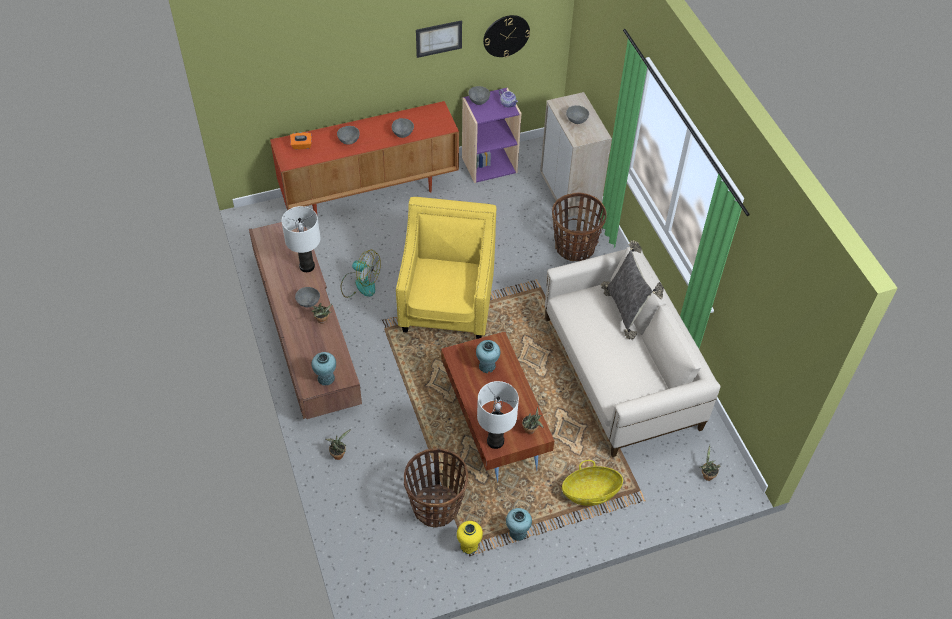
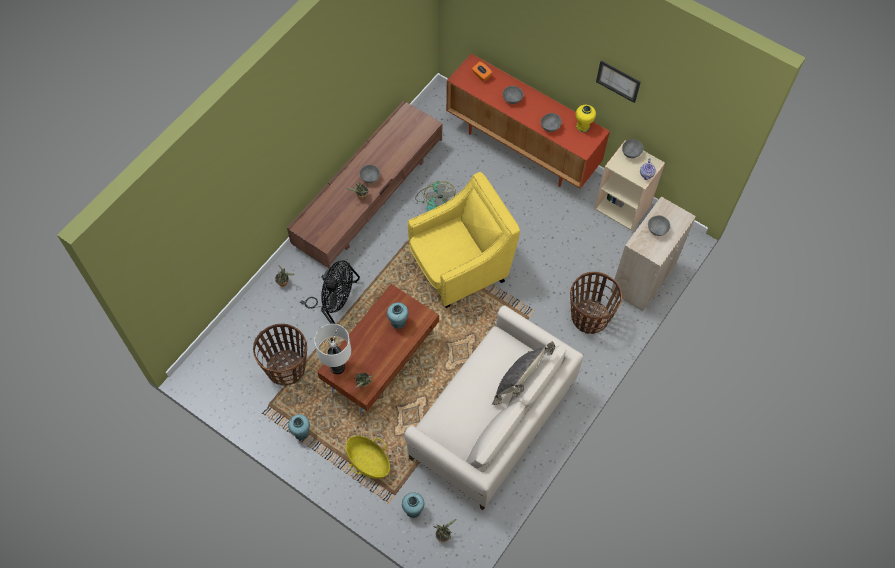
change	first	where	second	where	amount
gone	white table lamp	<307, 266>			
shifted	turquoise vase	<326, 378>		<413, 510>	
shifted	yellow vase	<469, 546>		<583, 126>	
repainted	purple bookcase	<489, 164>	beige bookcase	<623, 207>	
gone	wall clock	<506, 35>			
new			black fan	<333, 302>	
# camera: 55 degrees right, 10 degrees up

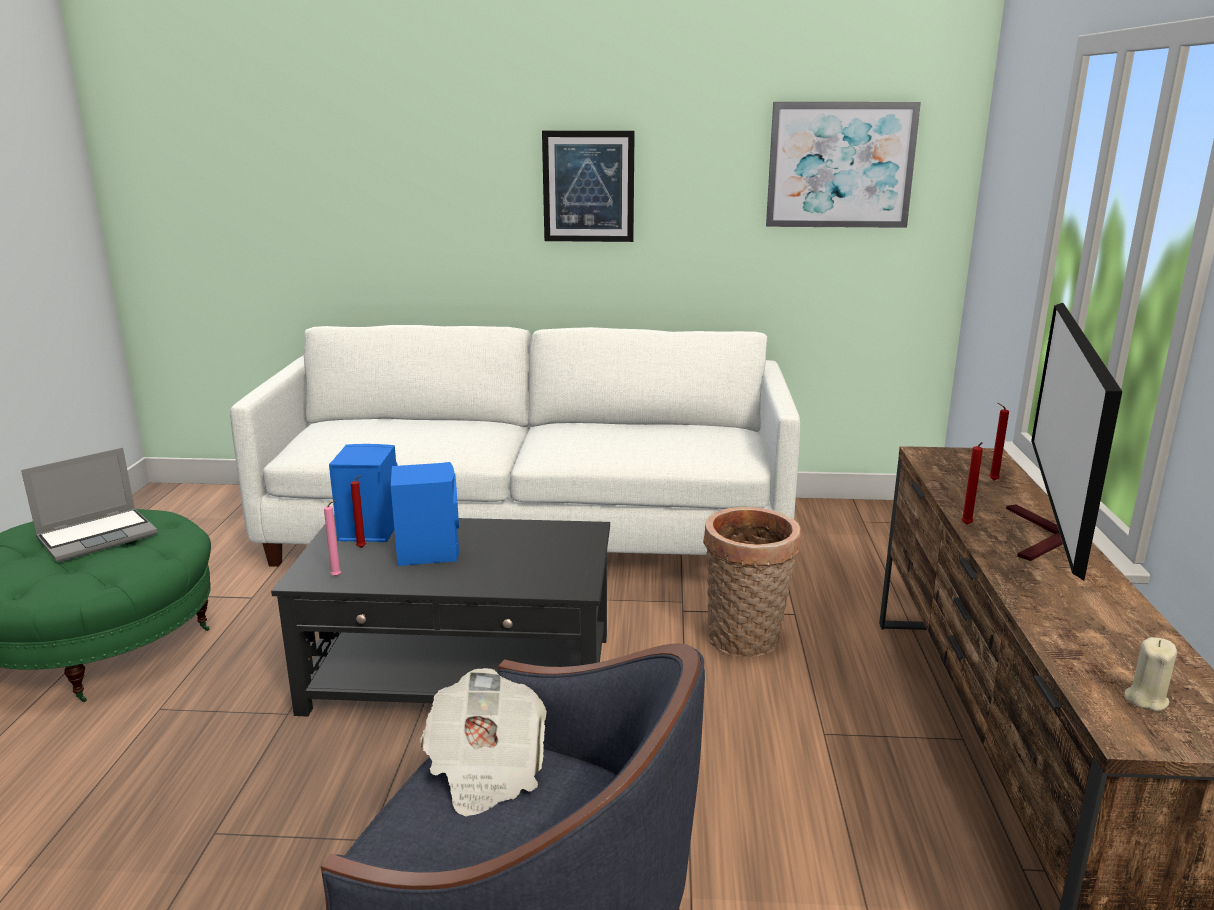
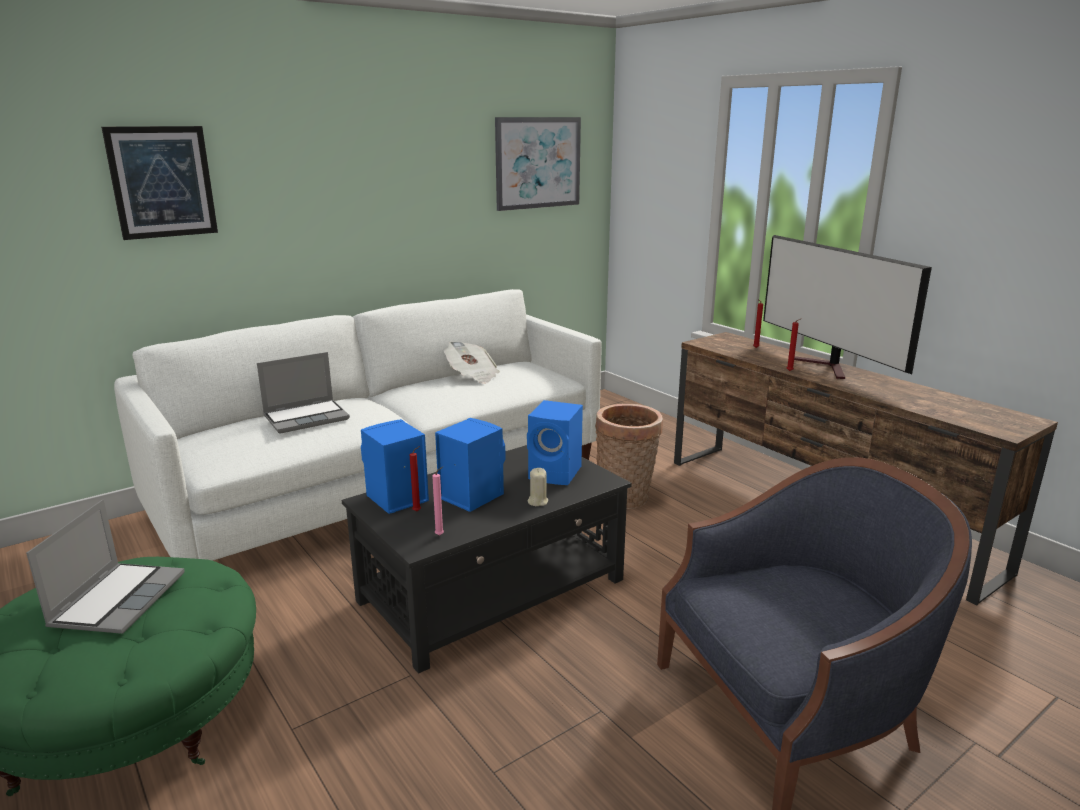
change	first	where	second	where	amount
shifted	newspaper	<485, 770>		<472, 376>	
shifted	picture	<588, 186>		<162, 182>	
shifted	beige candle	<1145, 699>		<537, 501>	
new			laptop	<307, 417>	
new			blue speaker	<557, 473>	
# camera: 40 degrees left, 0 degrees up

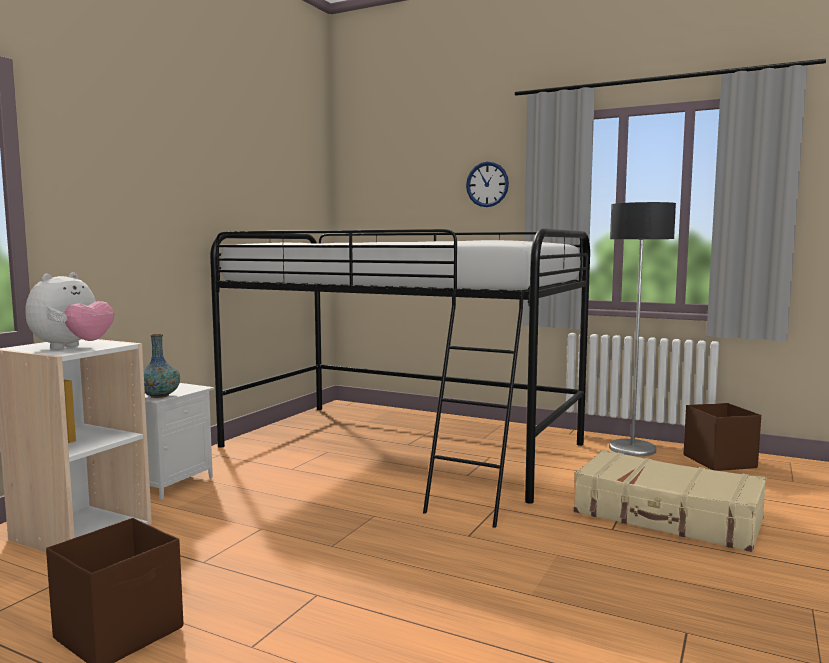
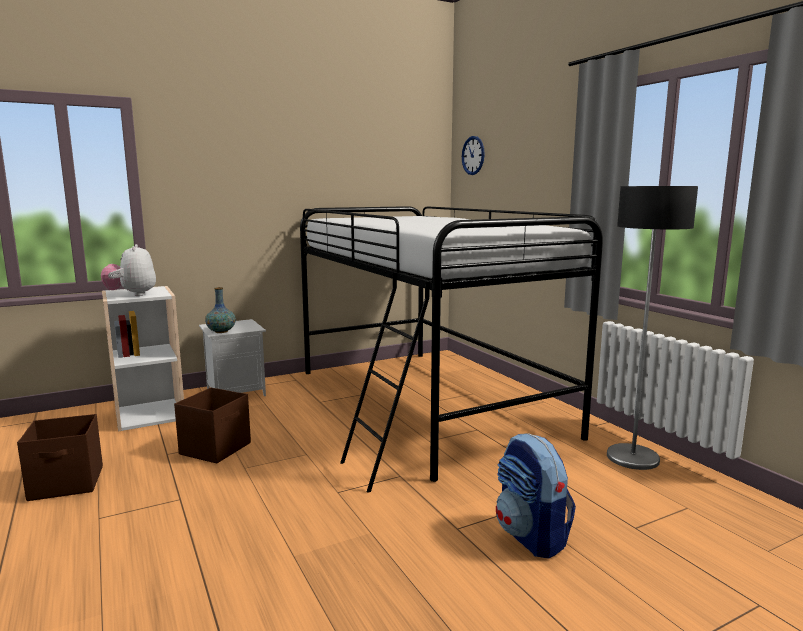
change	first	where	second	where	amount
rotated	plush toy	<72, 348>		<132, 295>	105 degrees clockwise
shifted	wall clock	<487, 184>		<473, 155>	
swapped	beige suitcase	<667, 517>	backpack	<531, 536>	
shifted	brown storage box	<719, 461>		<216, 448>	
# camera: 35 degrees right, 5 degrees up

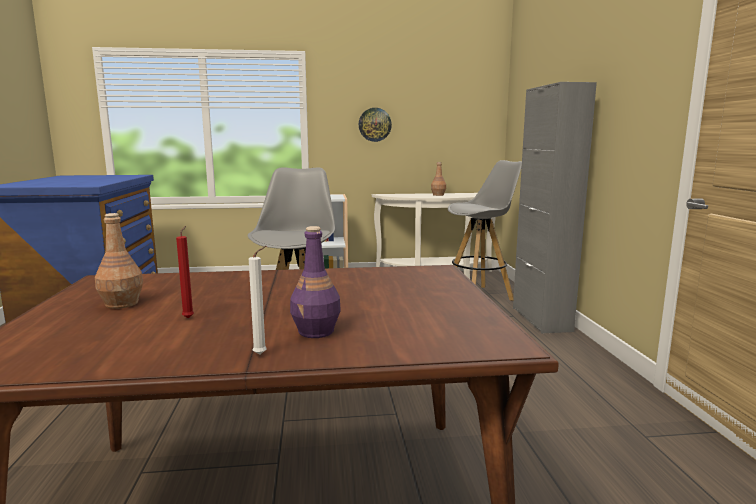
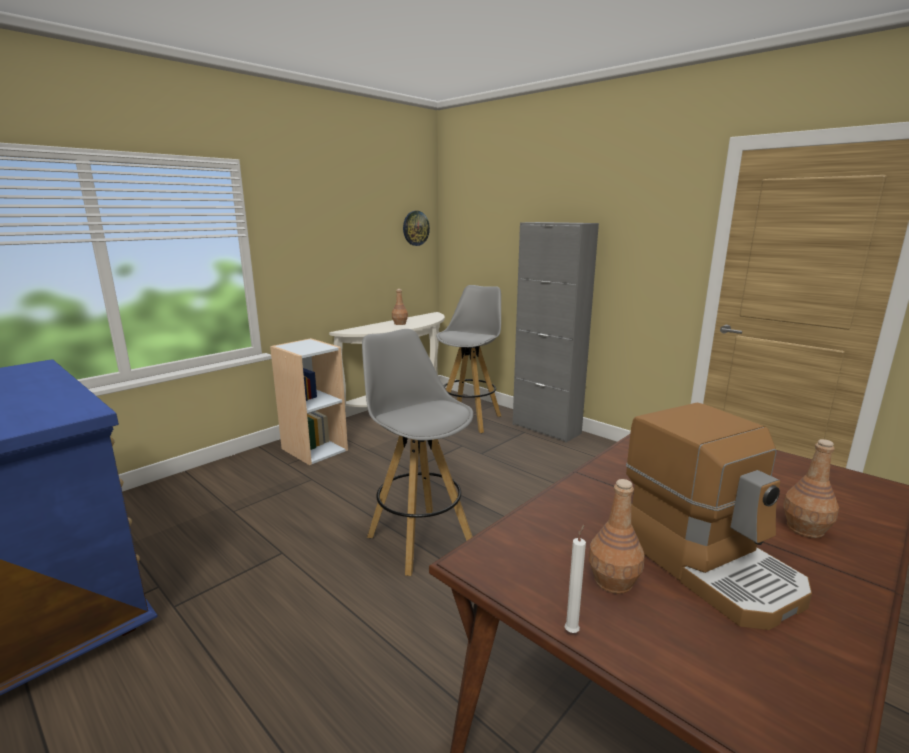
change	first	where	second	where	amount
swapped	red candle	<189, 317>	coffee machine	<708, 563>	
shifted	white candle	<262, 354>		<572, 630>	
repainted	purple bottle	<316, 332>	brown bottle	<805, 529>	
shifted	wall clock	<374, 124>		<415, 228>	
# camera: 40 degrees left, 5 degrees up

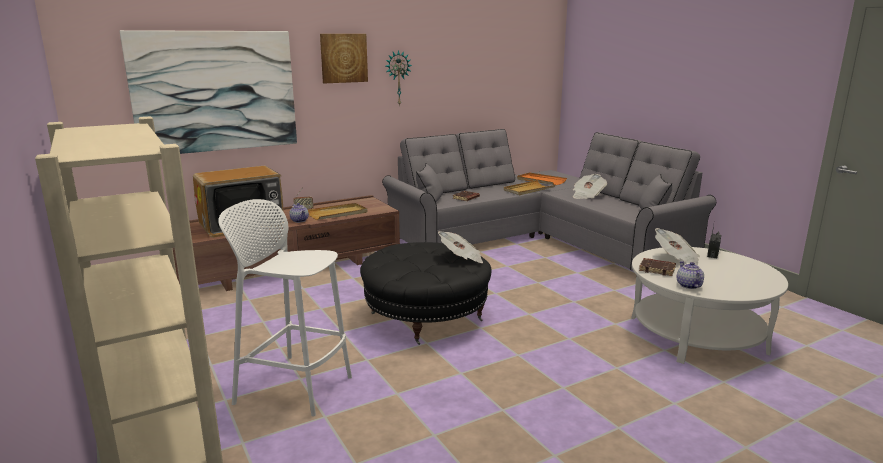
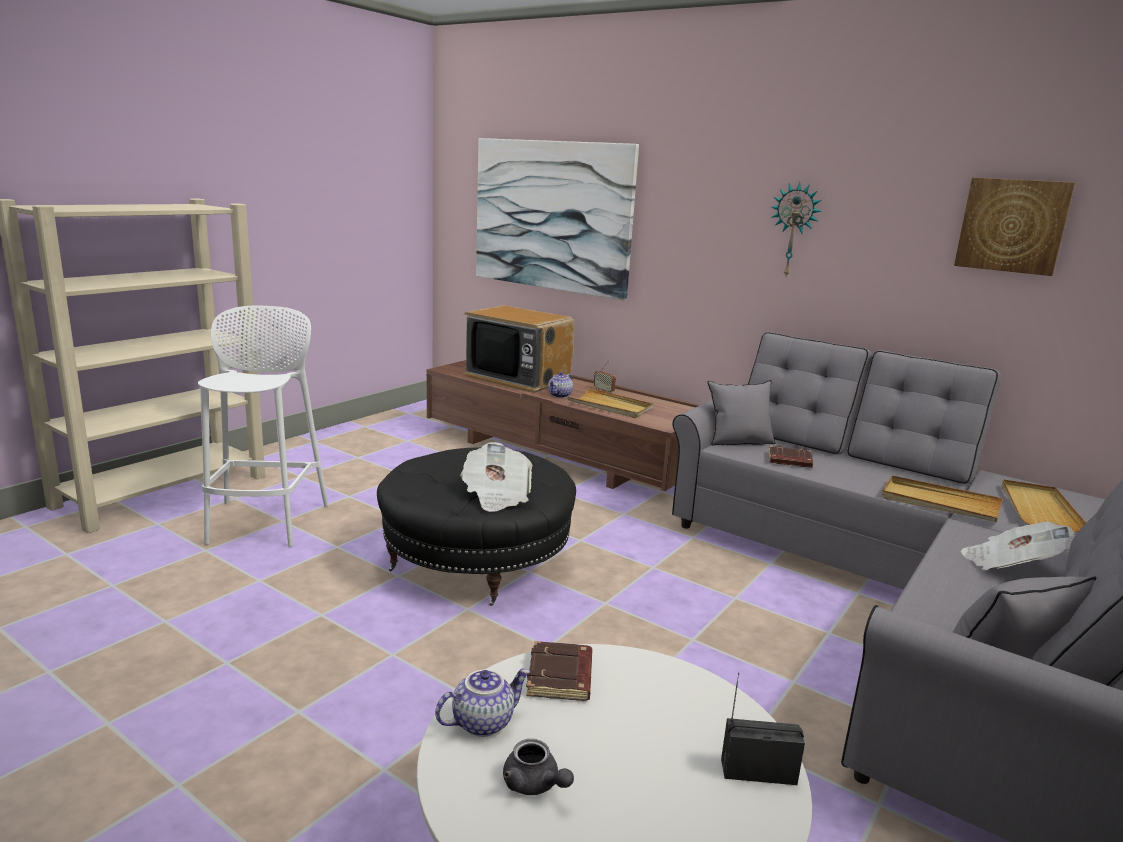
change	first	where	second	where	amount
shifted	picture	<343, 58>		<1012, 225>	
repainted	orange tray	<540, 180>	beige tray	<1038, 509>	
gone	newspaper	<676, 259>			
new			grey teapot	<535, 785>	
# camera: 65 degrees right, 0 degrees up

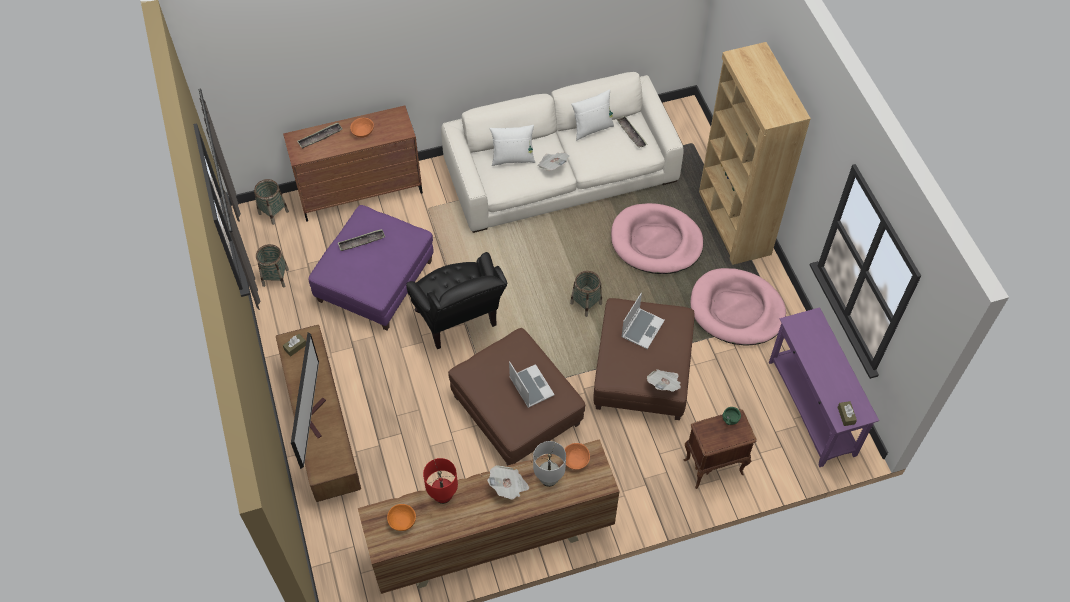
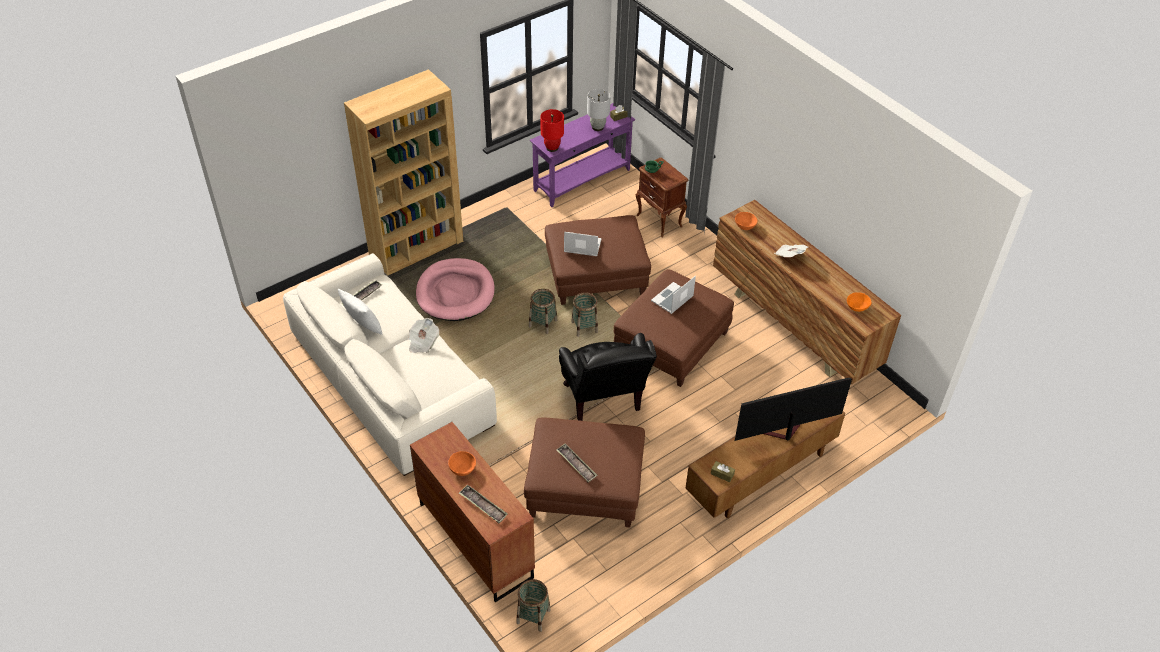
change	first	where	second	where	amount
shifted	basket	<275, 277>		<584, 327>	
repainted	purple ottoman	<375, 281>	brown ottoman	<584, 487>	
rotated	black armchair	<460, 325>		<605, 404>	120 degrees clockwise
shifted	red table lamp	<443, 496>		<552, 148>	
gone	white pillow	<513, 159>			
shifted	white table lamp	<549, 479>		<598, 127>	
gone	newspaper	<664, 384>			
gone	pink dog bed	<736, 310>			
# camera: 110 degrees left, 10 degrees down

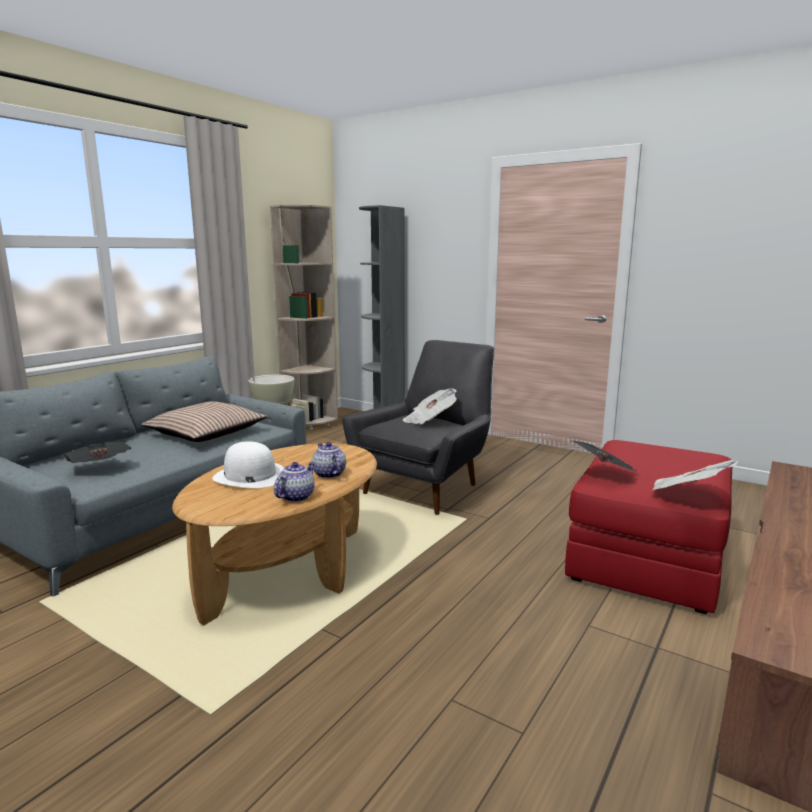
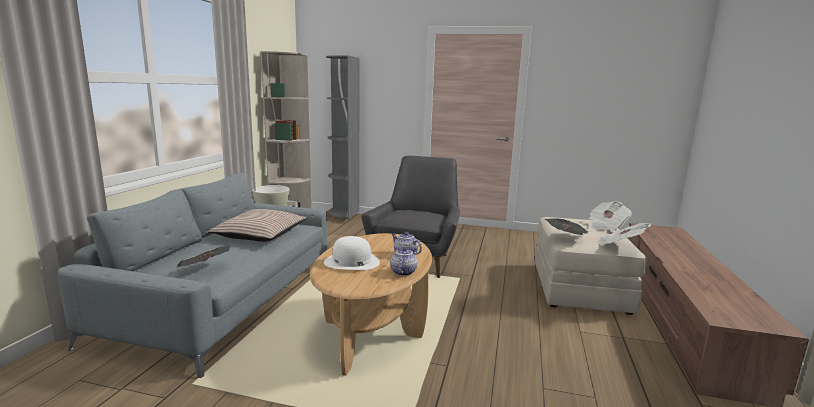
change	first	where	second	where	amount
shifted	newspaper	<429, 420>		<606, 227>	
repainted	red ottoman	<647, 556>	beige ottoman	<579, 287>	
# camera: 20 degrees left, 0 degrees up

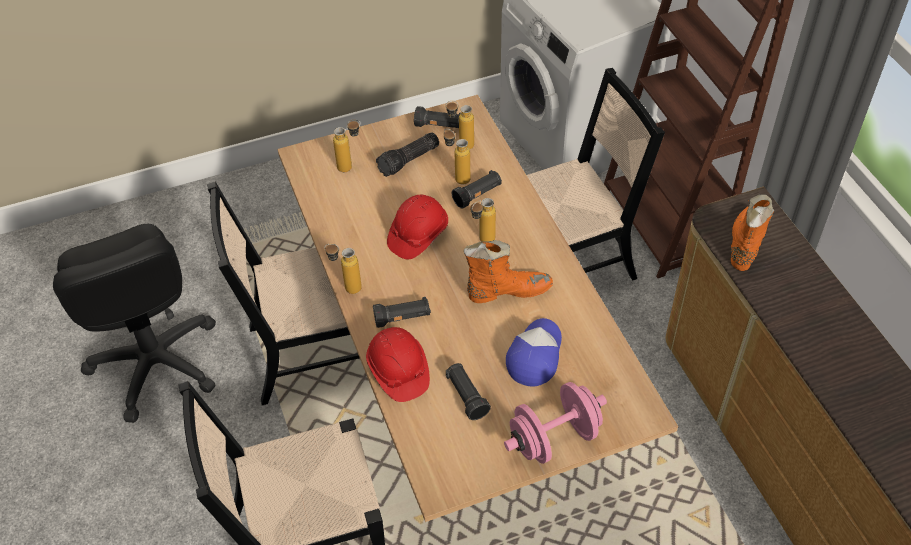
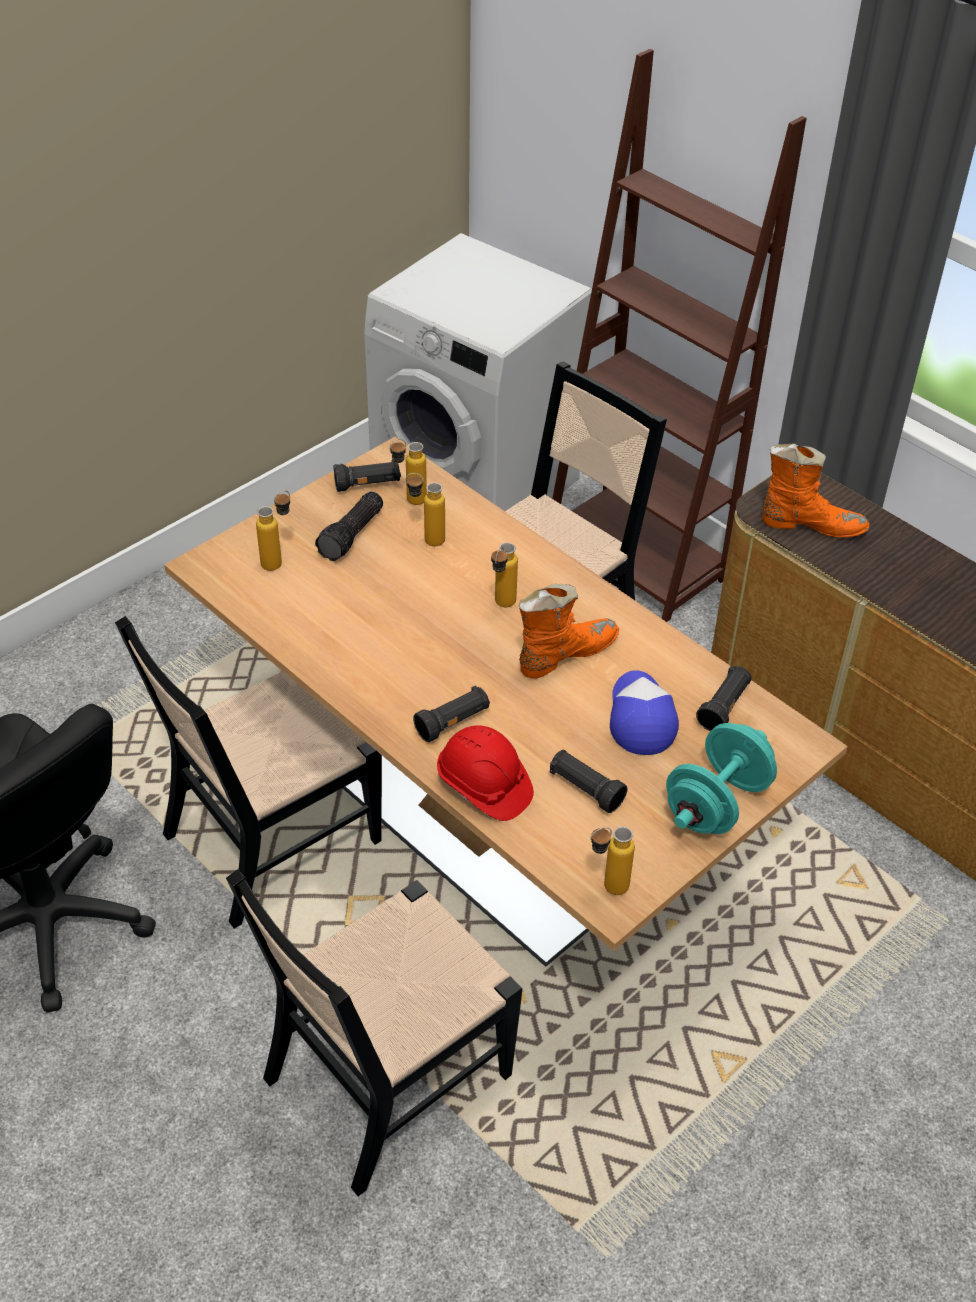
change	first	where	second	where	amount
shifted	bottle	<346, 288>		<606, 889>	
gone	red hard hat	<418, 235>			
shifted	black flashlight	<477, 195>		<724, 707>	
repainted	pink dumbbell	<554, 438>	turquoise dumbbell	<716, 803>	
rotated	orange boot	<744, 243>		<810, 525>	105 degrees clockwise
# camera: 25 degrees left, 5 degrees down

